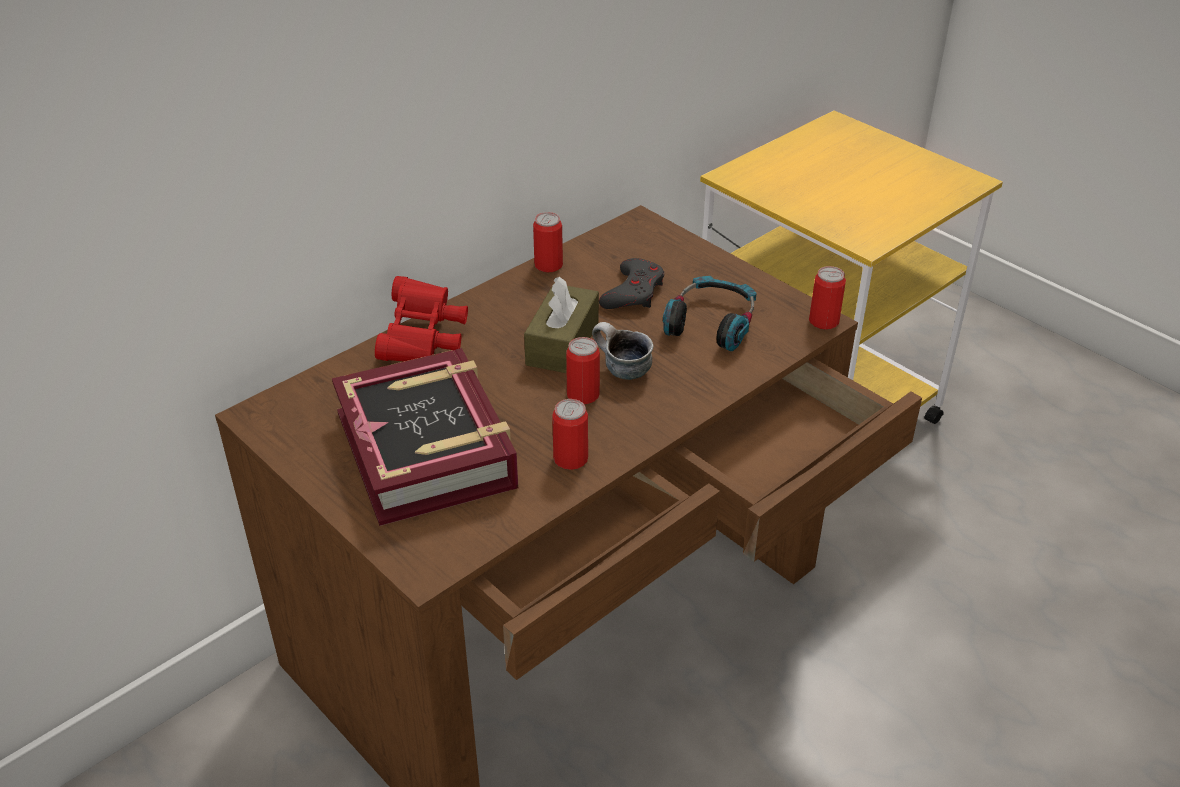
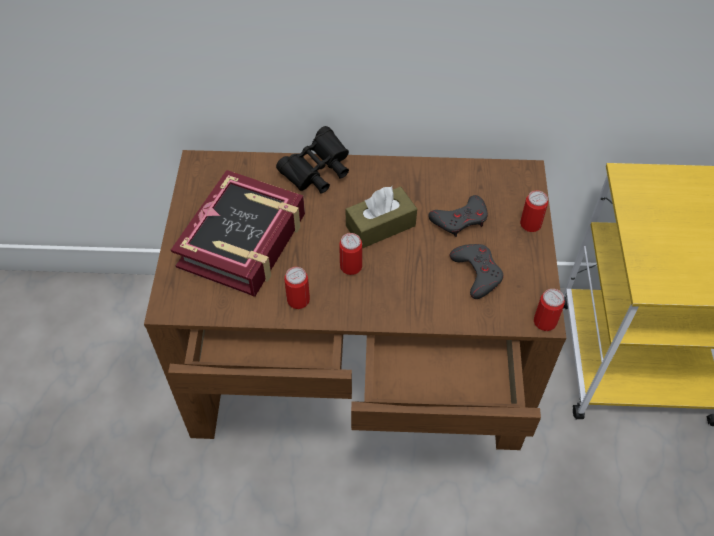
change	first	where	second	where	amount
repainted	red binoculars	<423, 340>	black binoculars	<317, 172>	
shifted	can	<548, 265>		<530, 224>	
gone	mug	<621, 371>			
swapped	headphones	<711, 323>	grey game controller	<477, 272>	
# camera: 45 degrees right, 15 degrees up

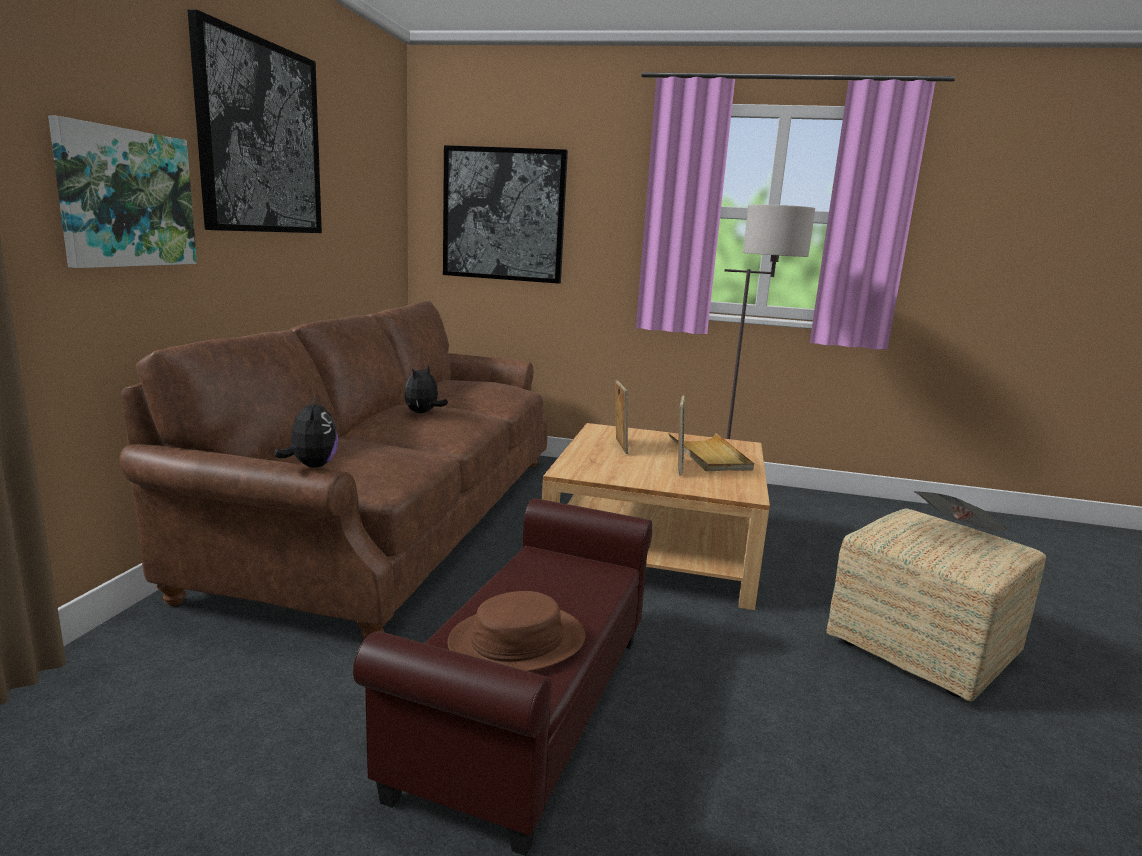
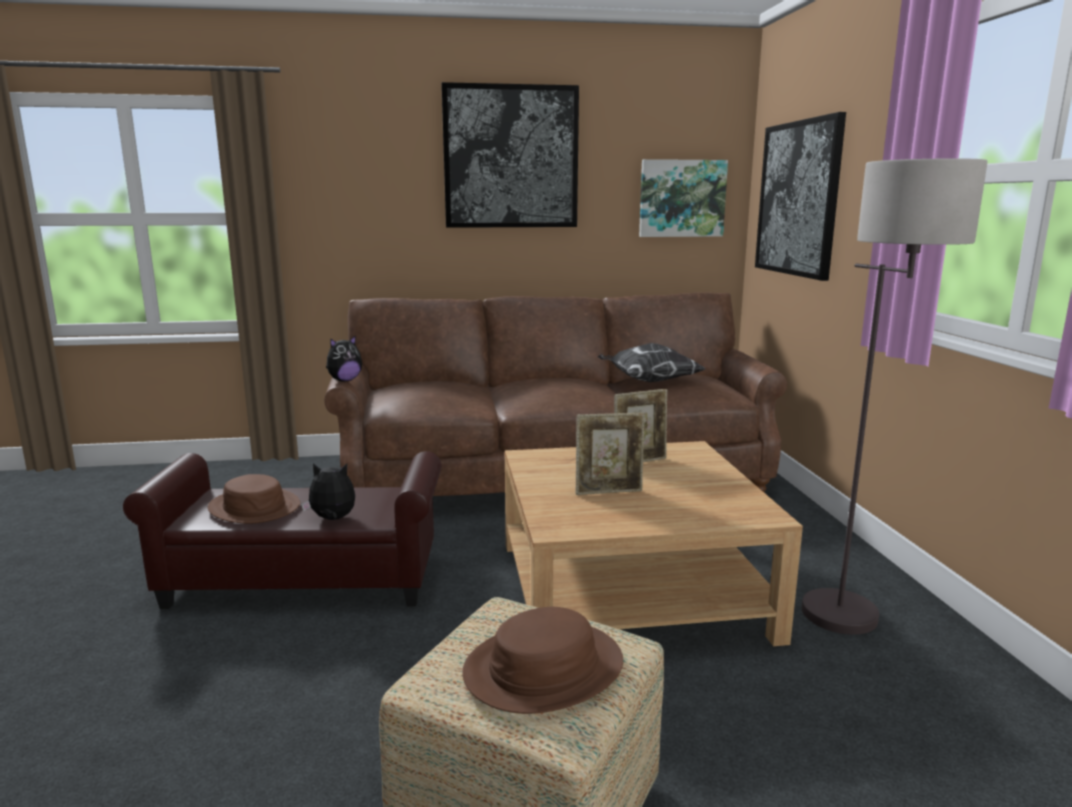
change	first	where	second	where	amount
shifted	picture	<126, 198>		<681, 198>	
shifted	plush toy	<423, 413>		<332, 519>	
gone	beige tray	<709, 456>			
swapped	newspaper	<958, 535>	brown hat	<544, 668>	
new			pillow	<648, 381>	
# camera: 70 degrees right, 0 degrees up

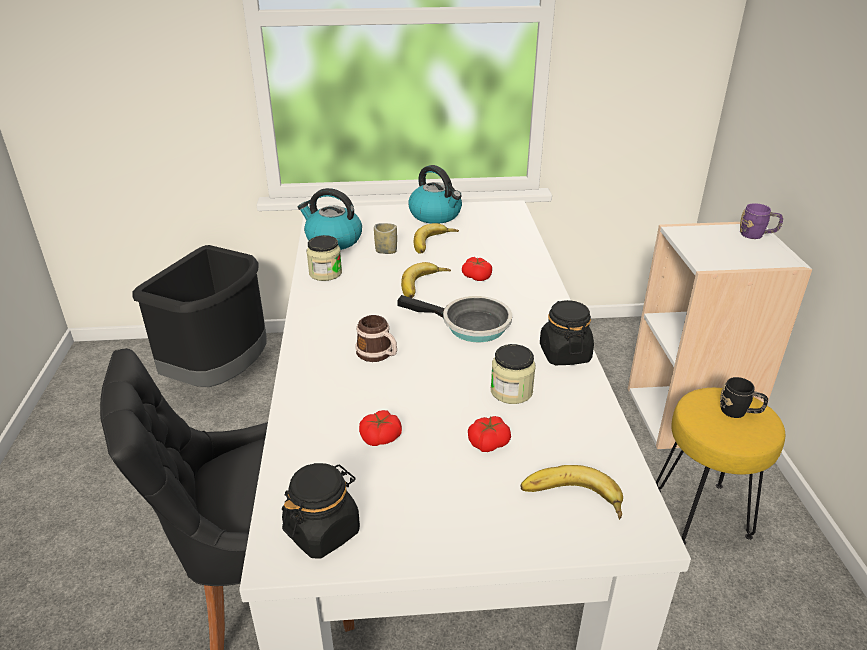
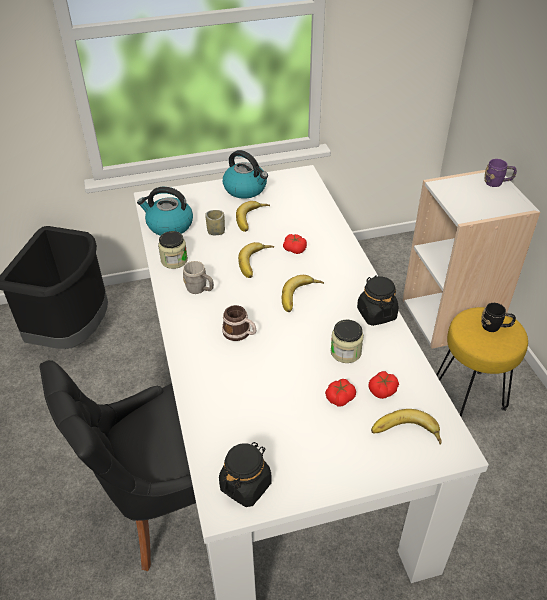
change	first	where	second	where	amount
shifted	tomato	<381, 437>		<383, 390>	
swapped	frying pan	<470, 325>	banana	<301, 297>	
new			grey mug	<200, 290>	
# camera: 10 degrees left, 10 degrees up

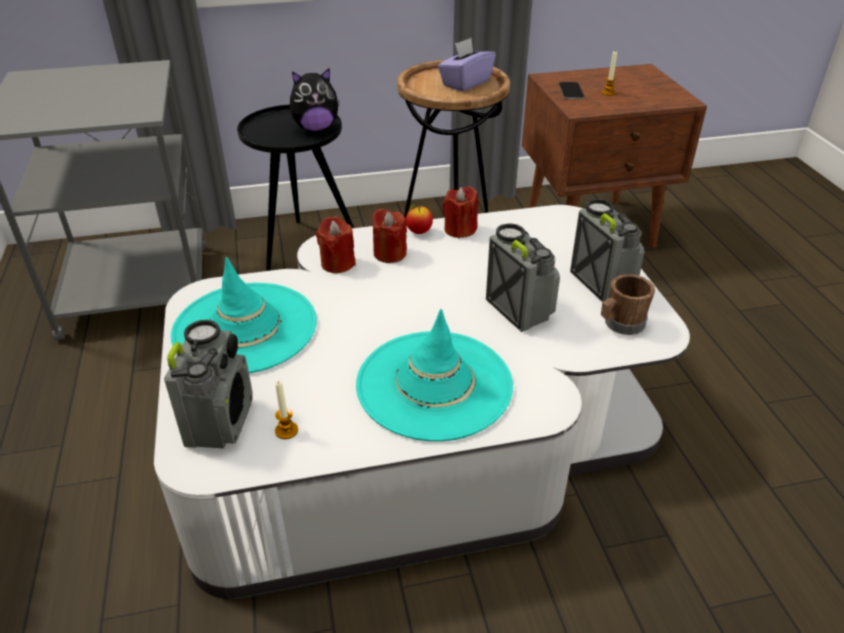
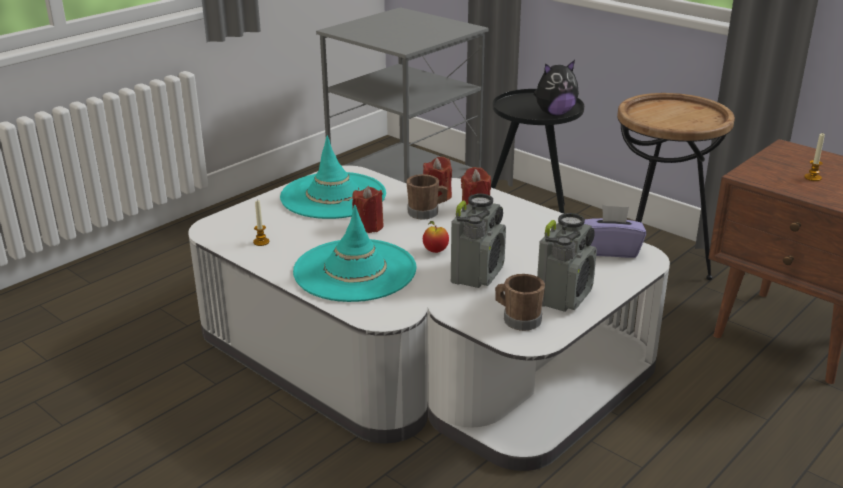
change	first	where	second	where	amount
gone	radio	<220, 421>			
rotated	plush toy	<316, 128>		<554, 113>	60 degrees counterclockwise
shifted	apple	<419, 232>		<435, 251>	
shifted	purple tissue box	<465, 83>		<611, 250>	
shifted	red candle	<460, 229>		<368, 226>	
gone	phone	<571, 92>			
new			brown mug	<426, 213>	
# camera: 55 degrees right, 10 degrees down

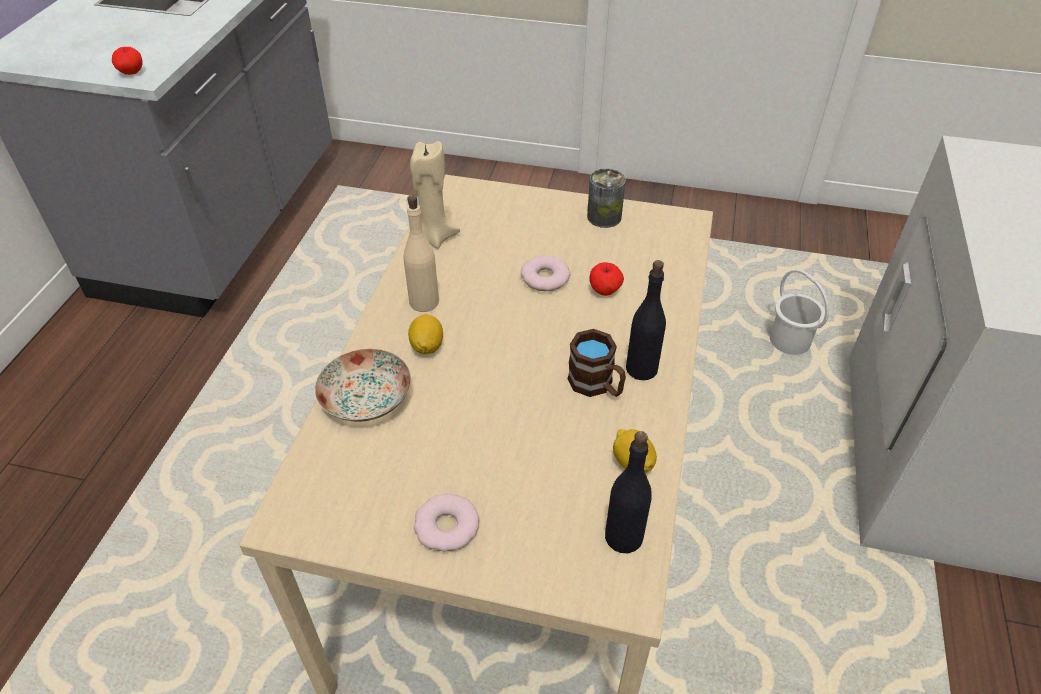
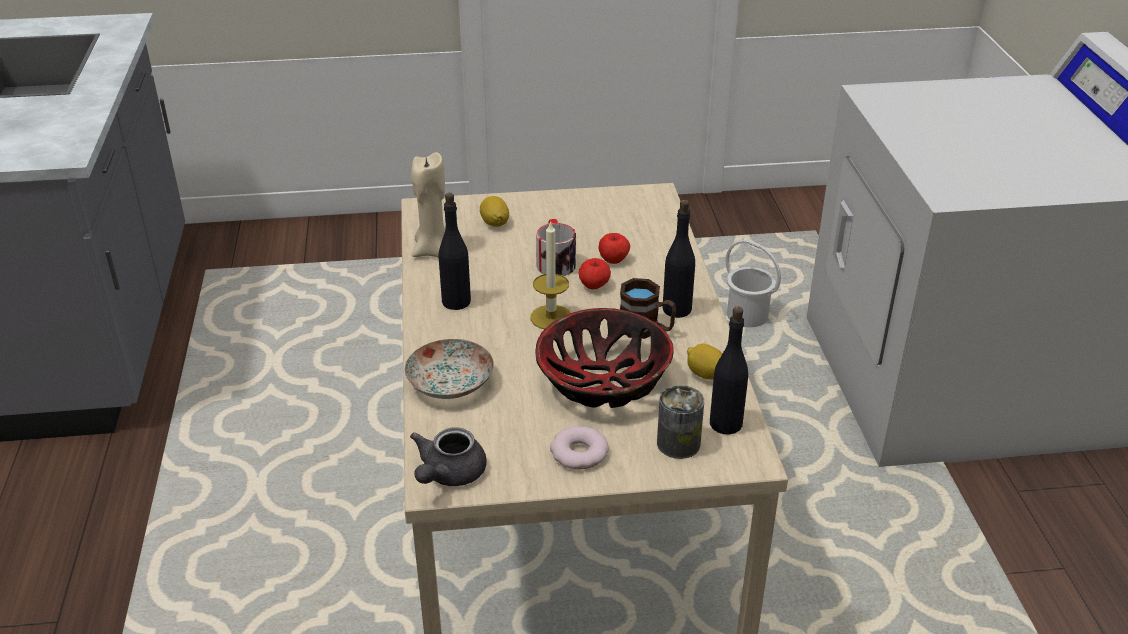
change	first	where	second	where	amount
shifted	apple	<131, 73>		<594, 286>	
repainted	beige bottle	<424, 302>	black bottle	<456, 301>	
shifted	lemon	<427, 346>		<495, 223>	
swapped	donut	<545, 278>	mug	<555, 261>	
shifted	can	<604, 217>		<678, 443>	
new			grey teapot	<448, 475>	
new			candle	<551, 317>	
new			bowl	<603, 383>	
# camera: 20 degrees left, 10 degrees down

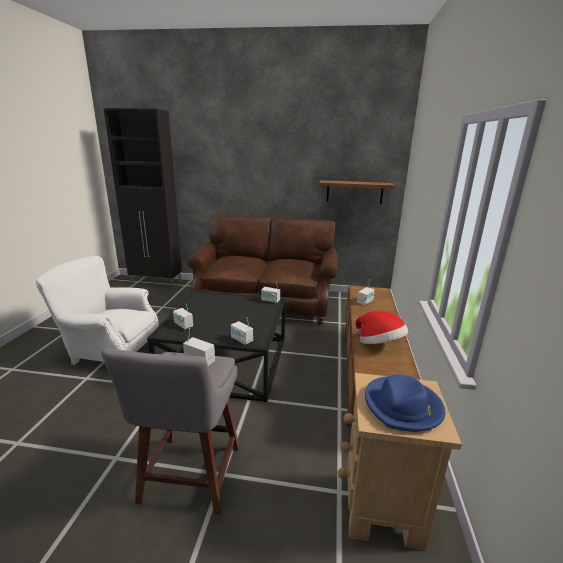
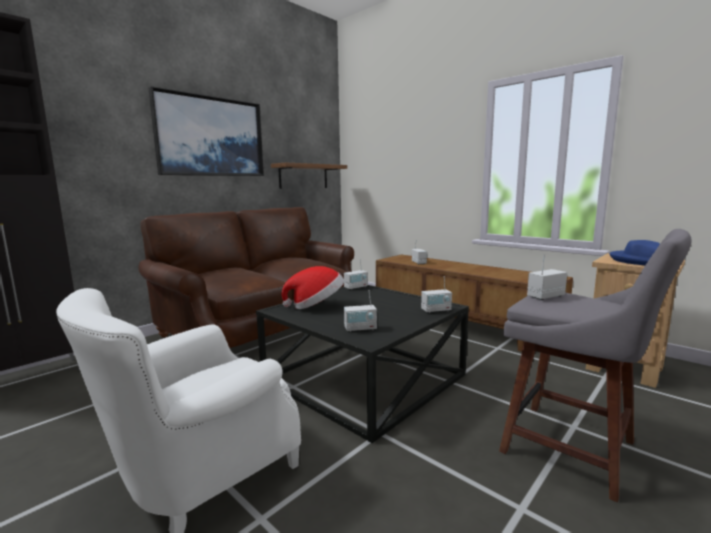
change	first	where	second	where	amount
shifted	hat	<379, 344>		<316, 306>	
new			picture	<211, 137>	
# camera: 55 degrees left, 10 degrees down

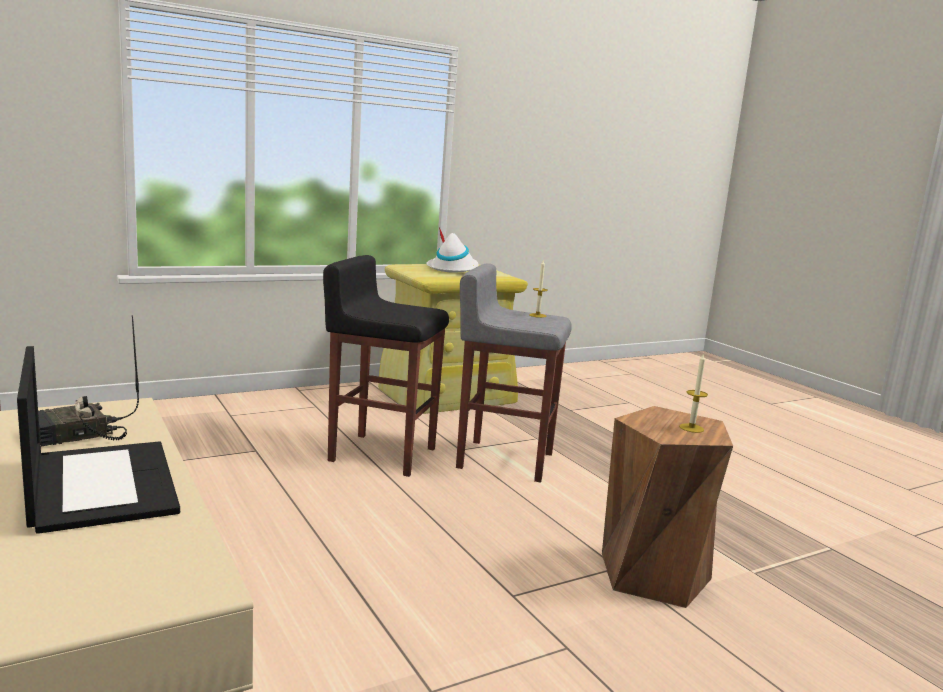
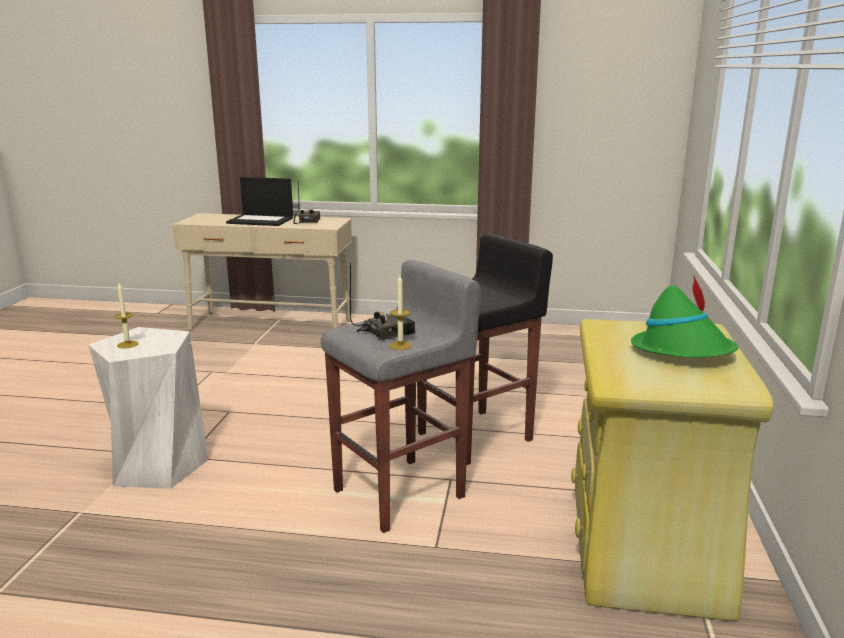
change	first	where	second	where	amount
repainted	white hat	<452, 268>	green hat	<682, 351>	
repainted	brown stool	<653, 575>	white stool	<158, 466>	
new			radio	<386, 332>	
# camera: 130 degrees right, 5 degrees up

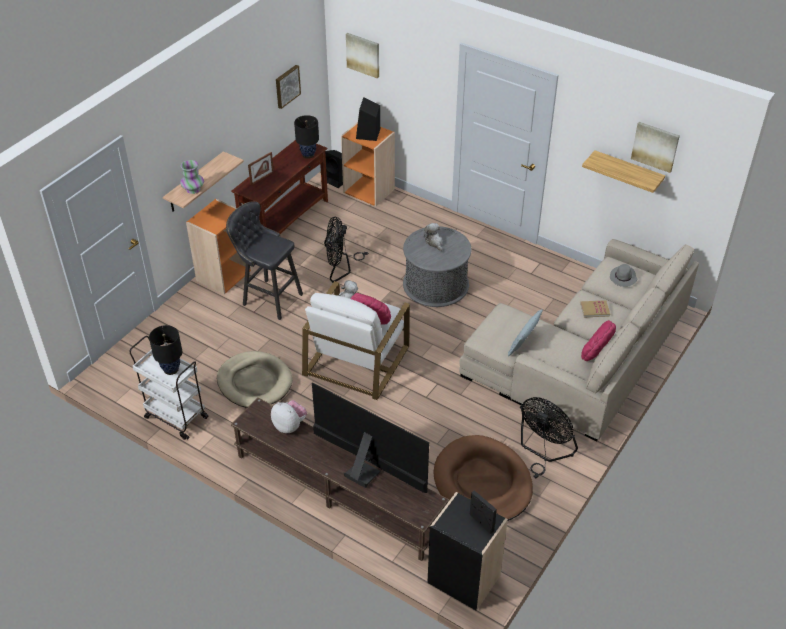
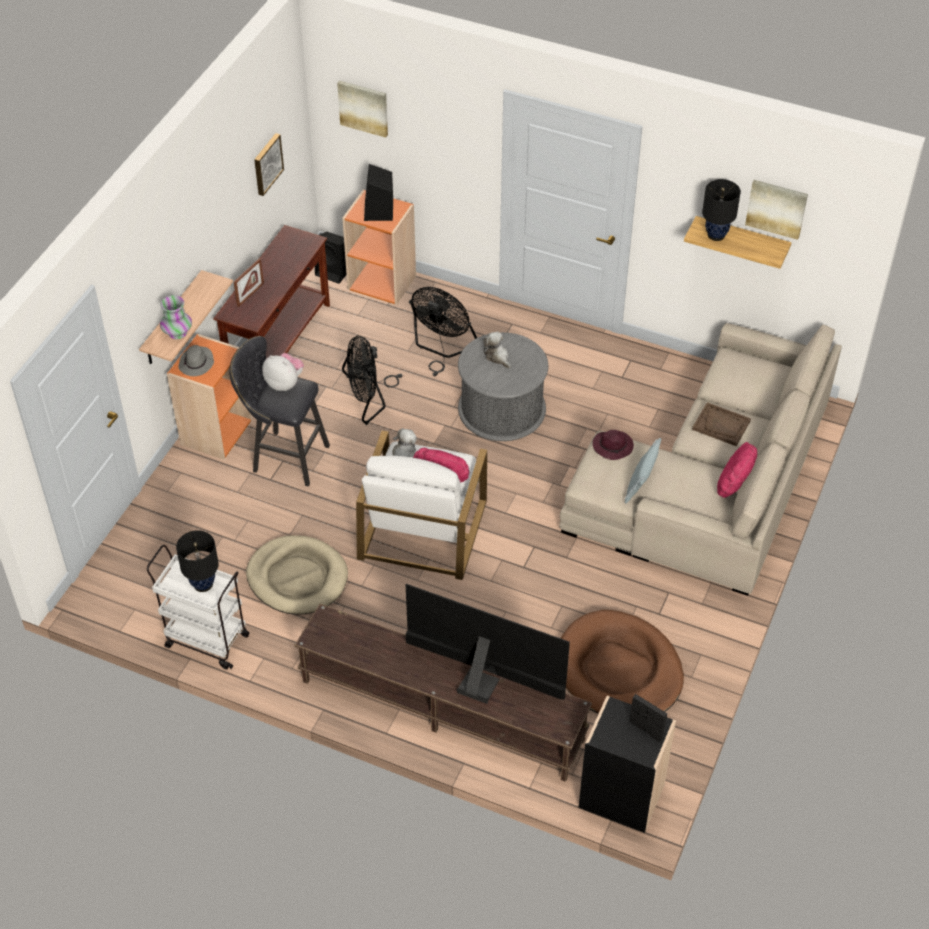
change	first	where	second	where	amount
shifted	plush toy	<290, 426>		<284, 383>	
shifted	black table lamp	<308, 155>		<716, 235>	
shifted	black fan	<542, 449>		<439, 347>	
swapped	book	<594, 310>	brown tray	<721, 425>	
shifted	grey hat	<623, 278>		<196, 364>	
new			purple hat	<613, 446>	
# camera: 10 degrees left, 5 degrees up

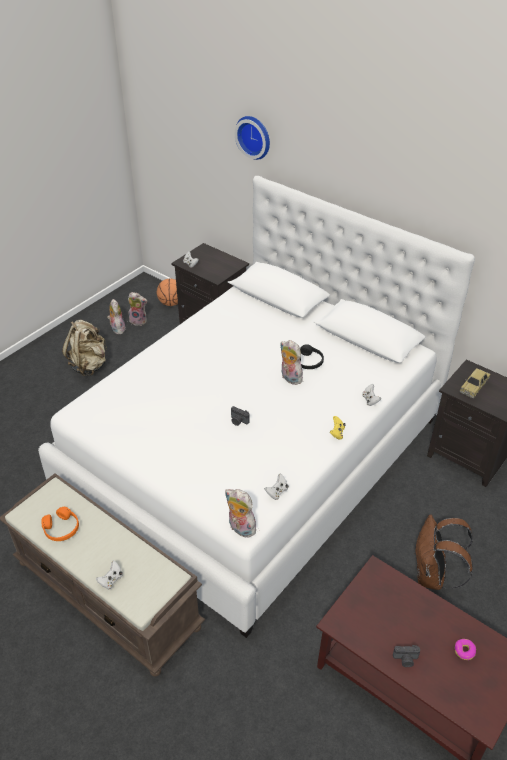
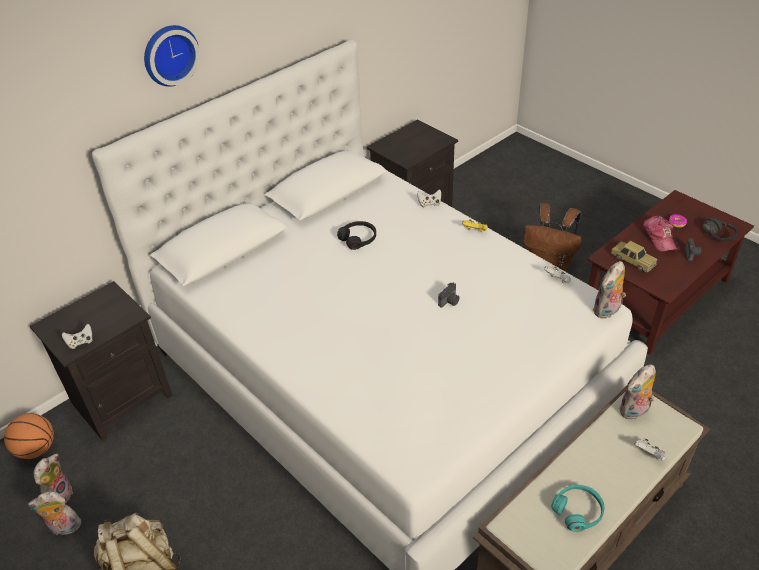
change	first	where	second	where	amount
repainted	orange headphones	<61, 528>	turquoise headphones	<578, 511>	
shifted	wall clock	<254, 136>		<169, 54>	
shifted	plush toy	<289, 378>		<634, 411>	
shifted	toy car	<474, 386>		<632, 260>	
new			cap	<660, 237>	
new			black headphones	<721, 233>	
# camera: 80 degrees left, 0 degrees up

